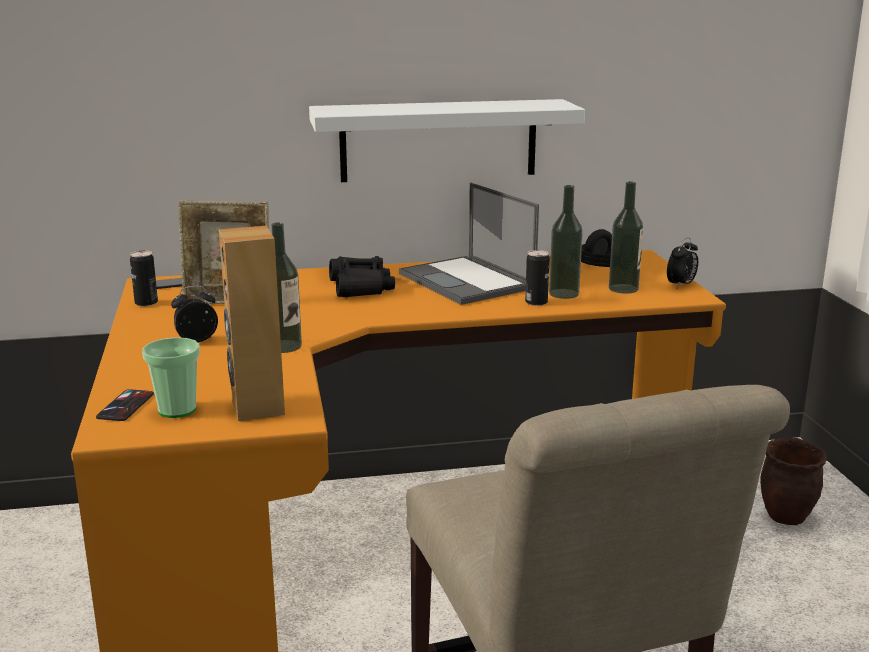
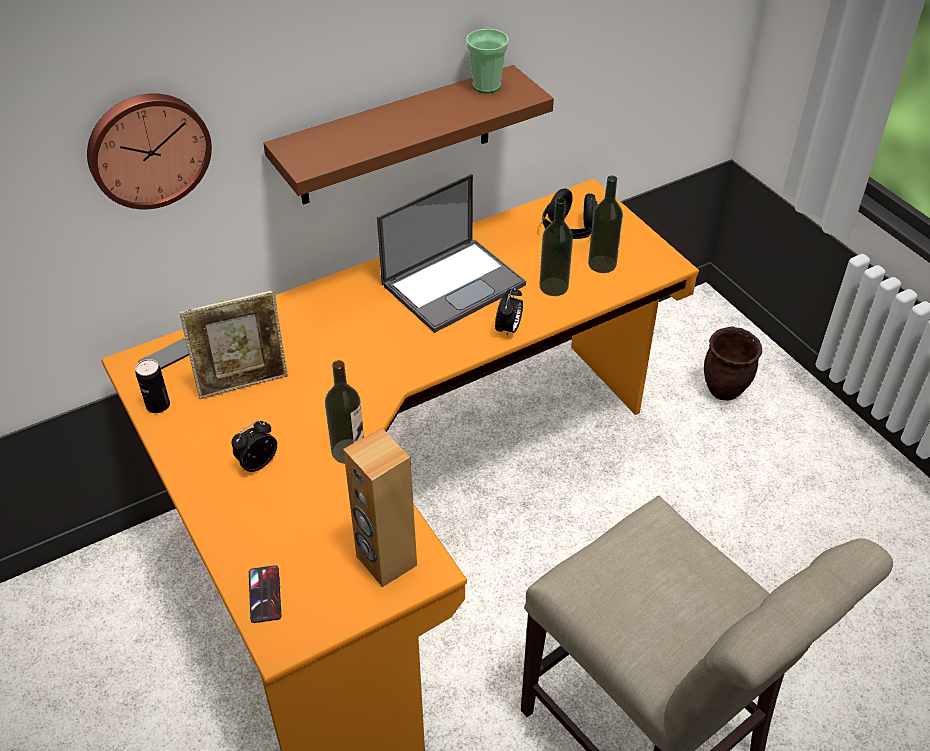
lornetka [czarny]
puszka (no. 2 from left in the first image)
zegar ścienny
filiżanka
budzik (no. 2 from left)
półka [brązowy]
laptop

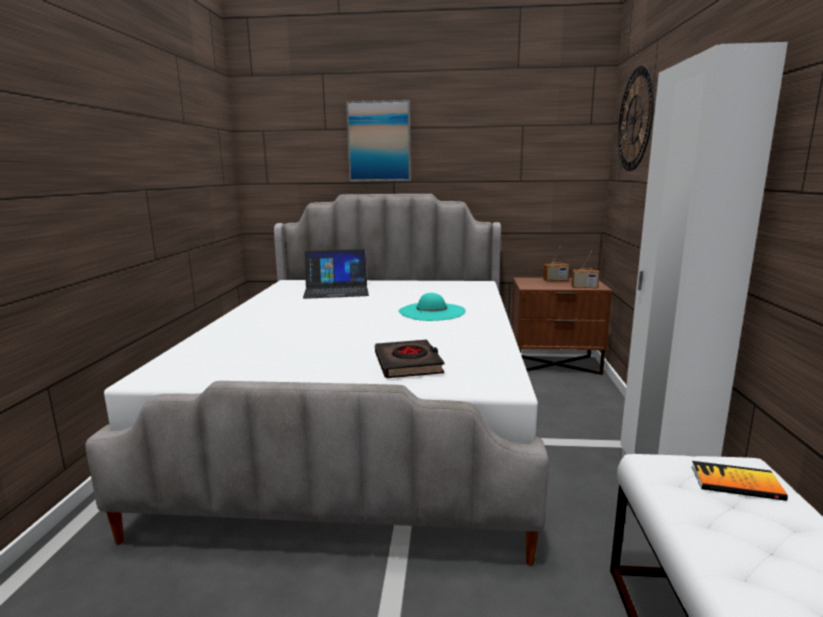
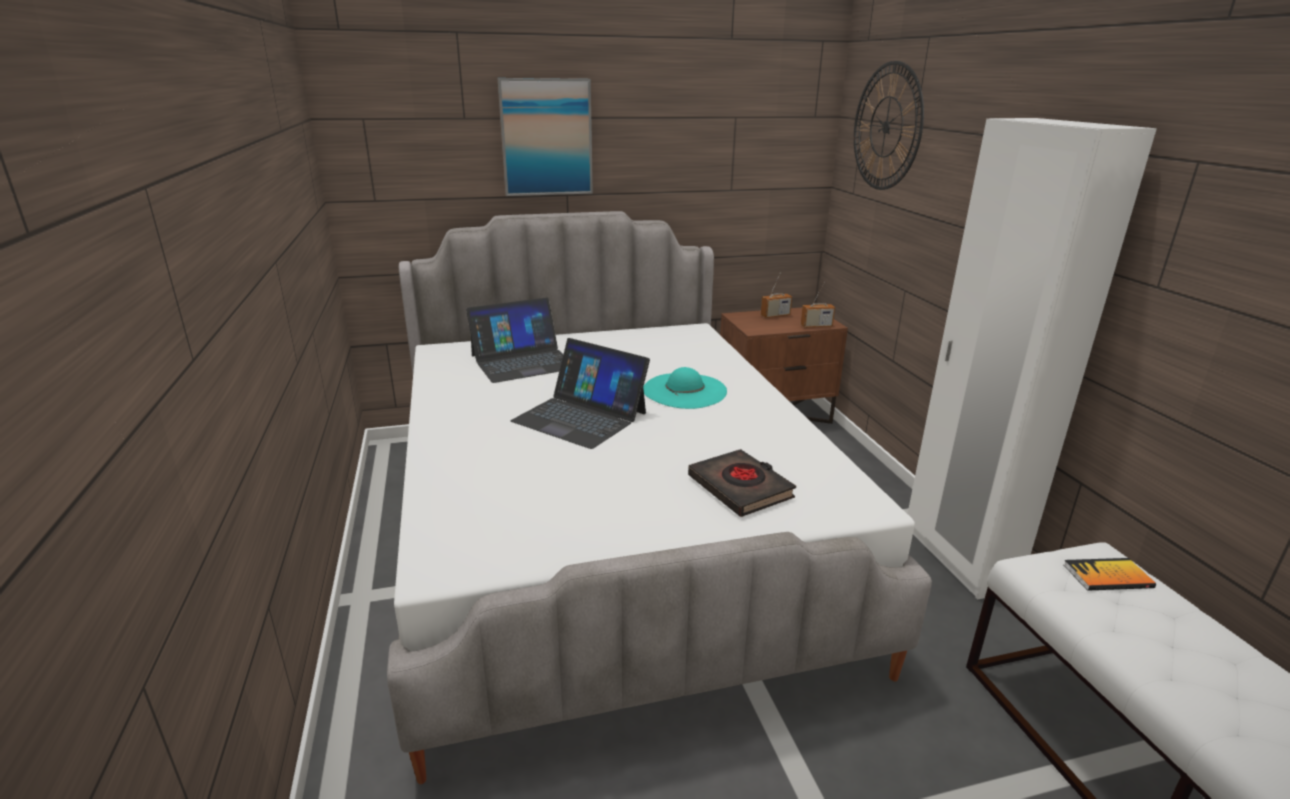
laptop (no. 2 from left)

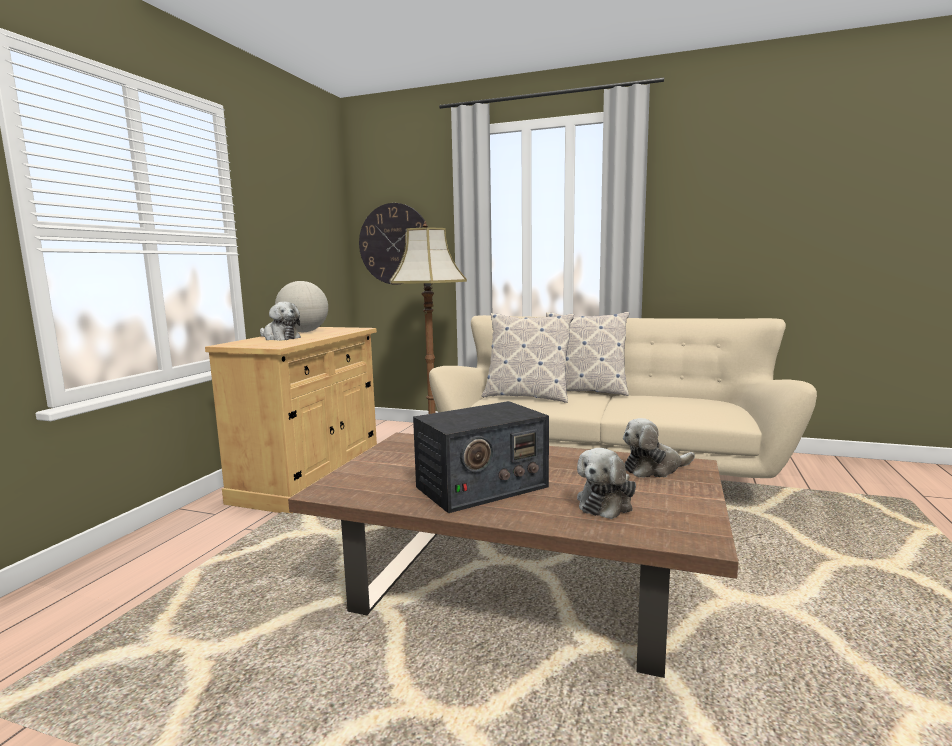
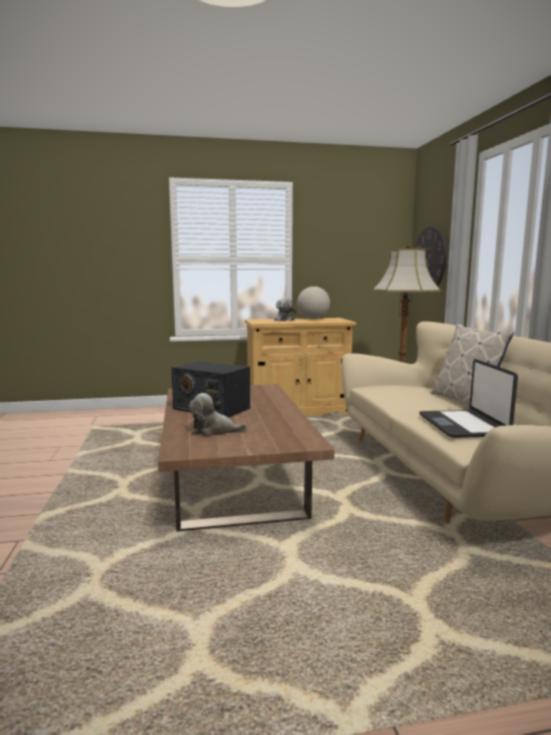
poduszka (no. 1 from left in the first image)
pluszak (no. 3 from left in the first image)
laptop

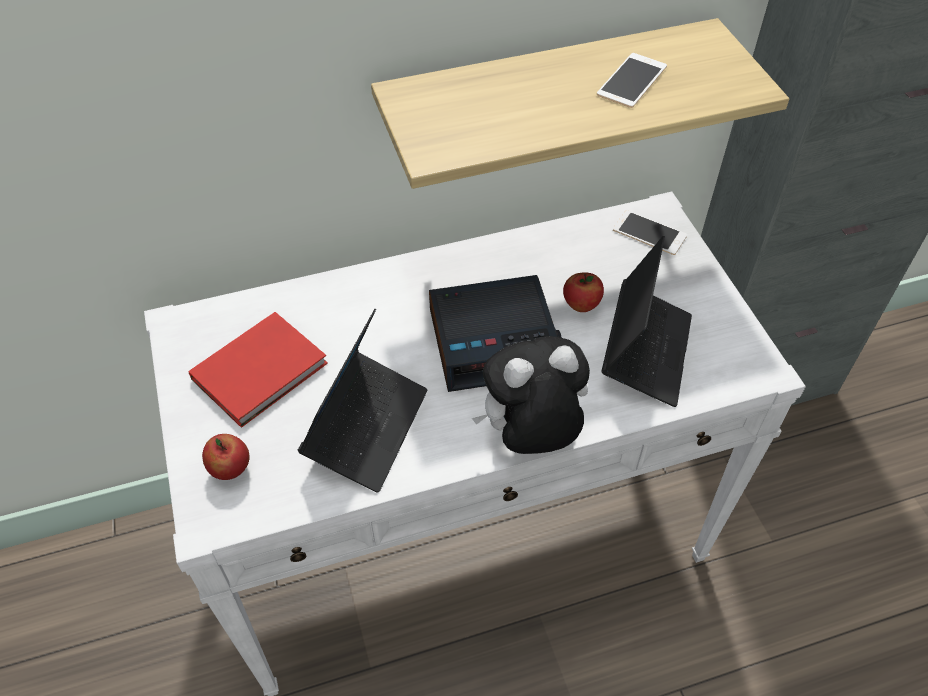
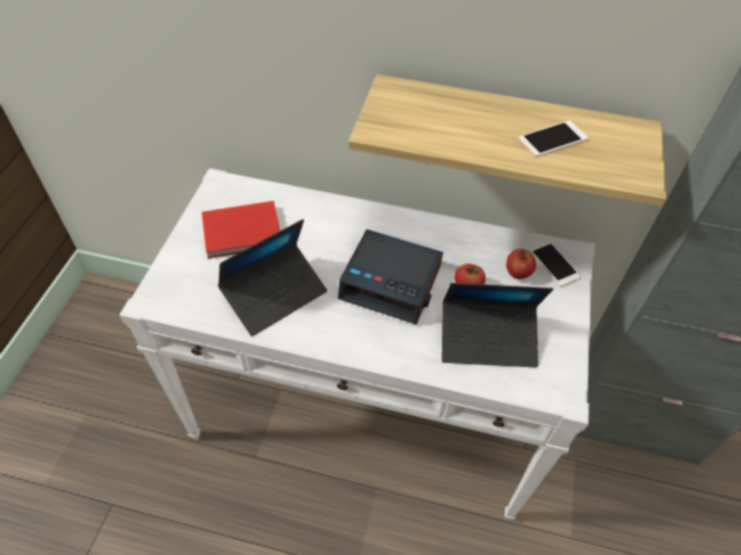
pluszak
jabłko (no. 2 from left)
laptop (no. 2 from left)

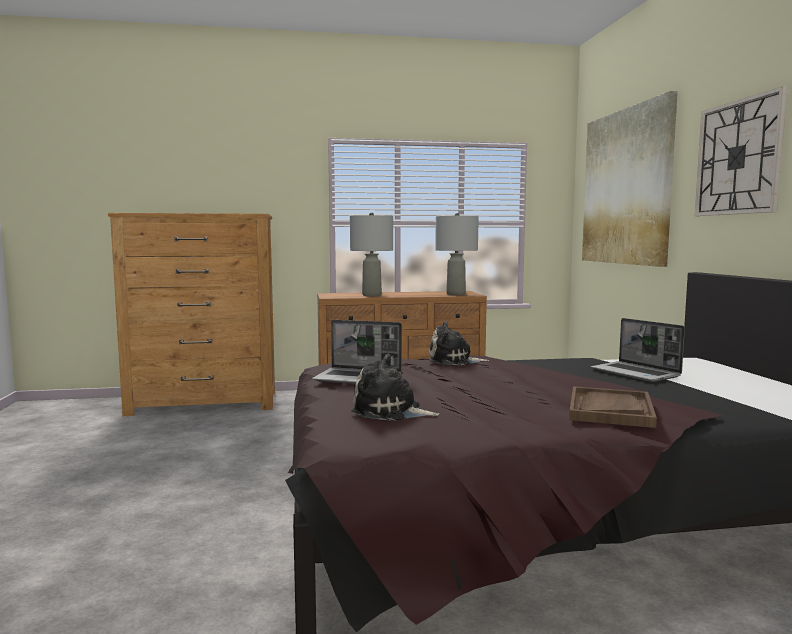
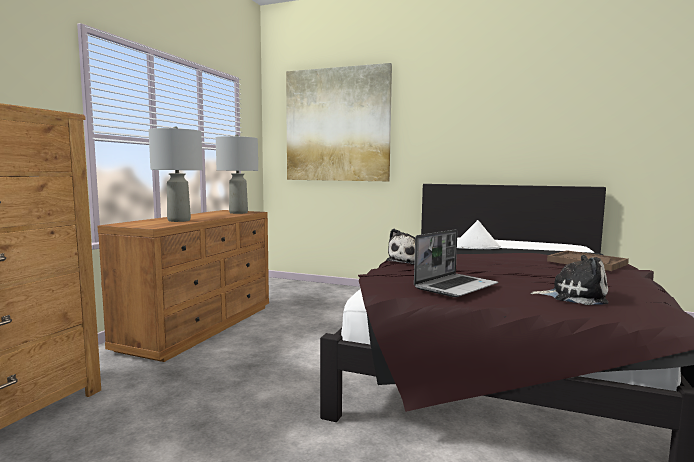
zegar ścienny
kapelusz [biały]
pluszak (no. 2 from left)

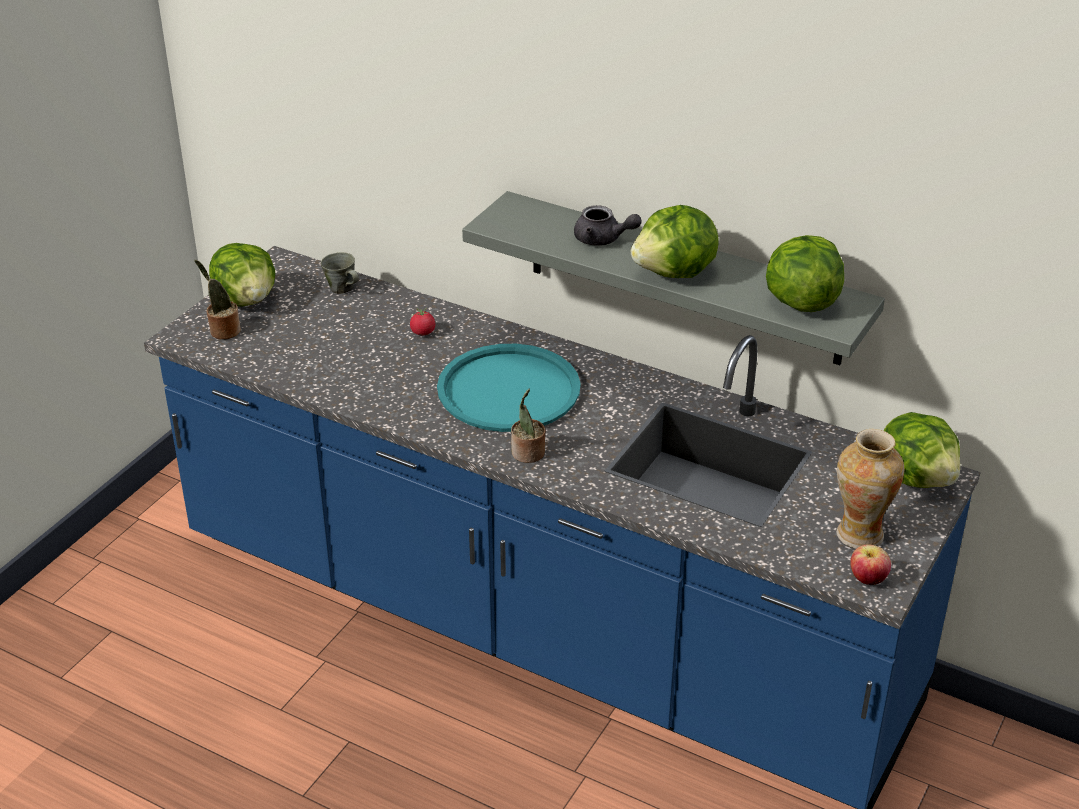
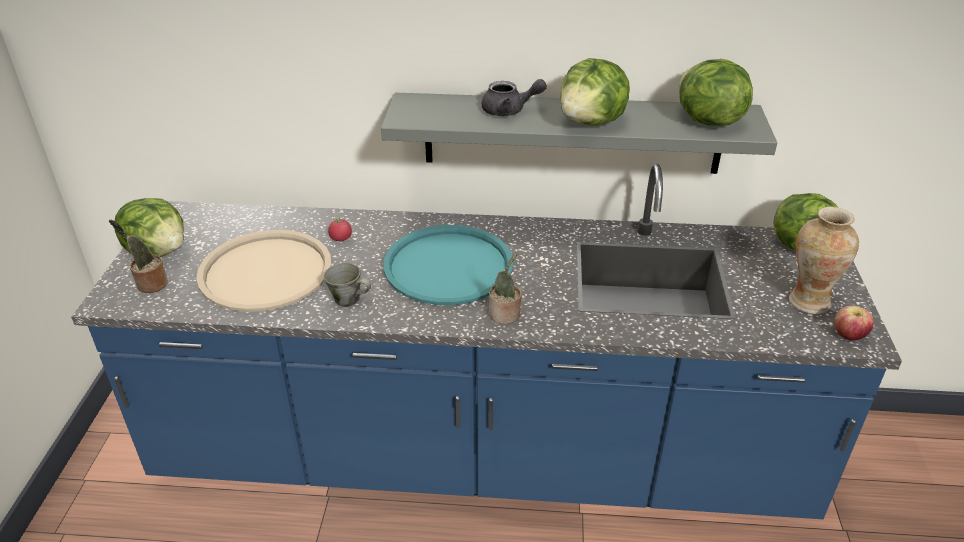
taca [beżowy]
kubek [szary]

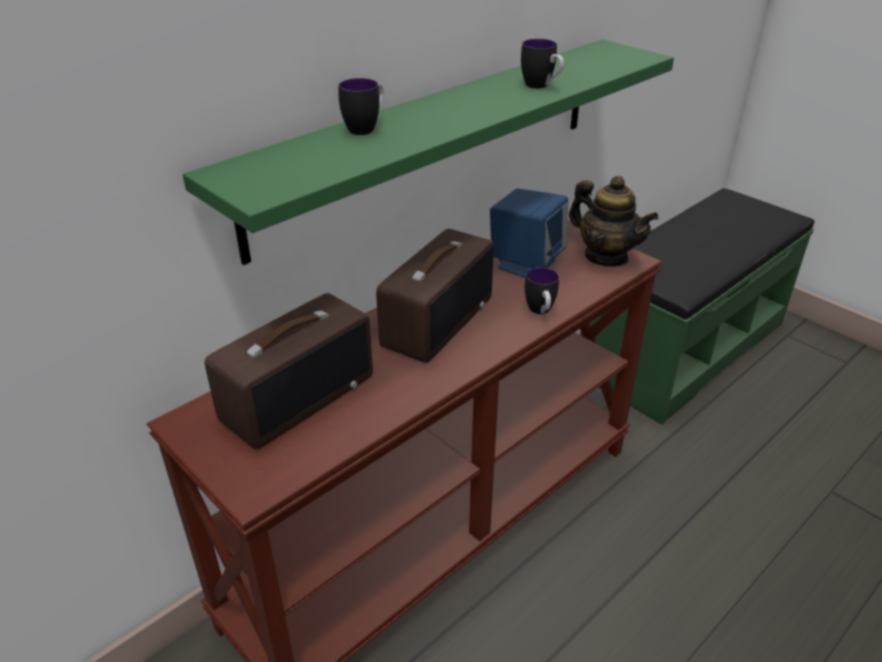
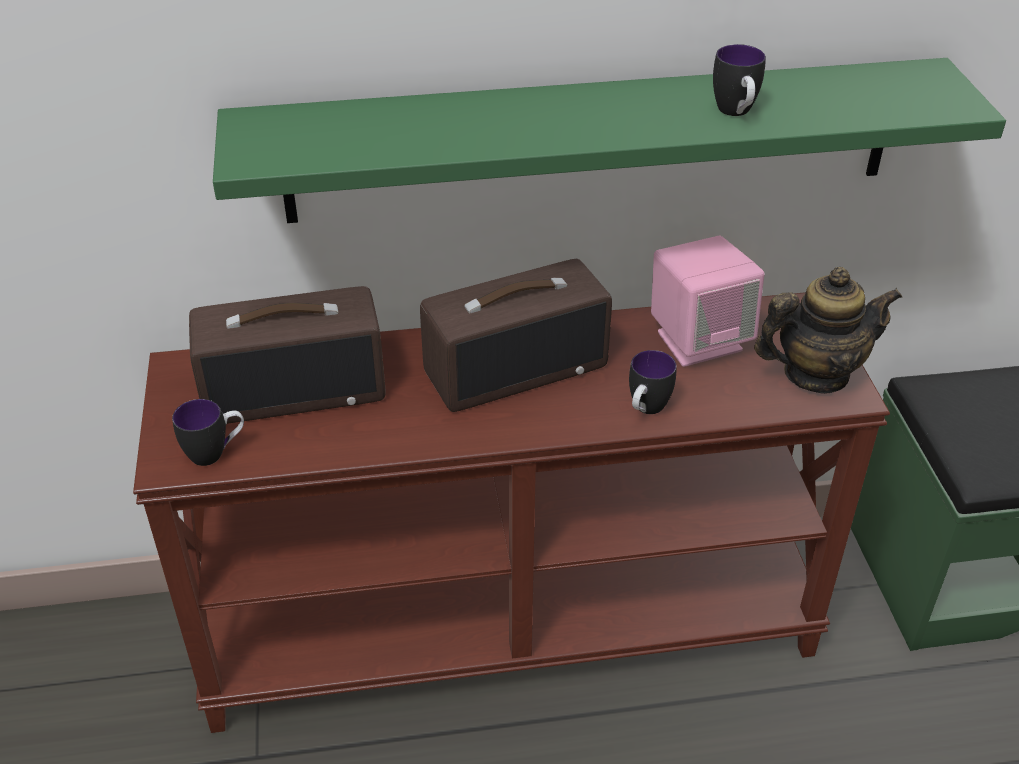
kubek (no. 1 from left)
głośnik [różowy]
imbryk

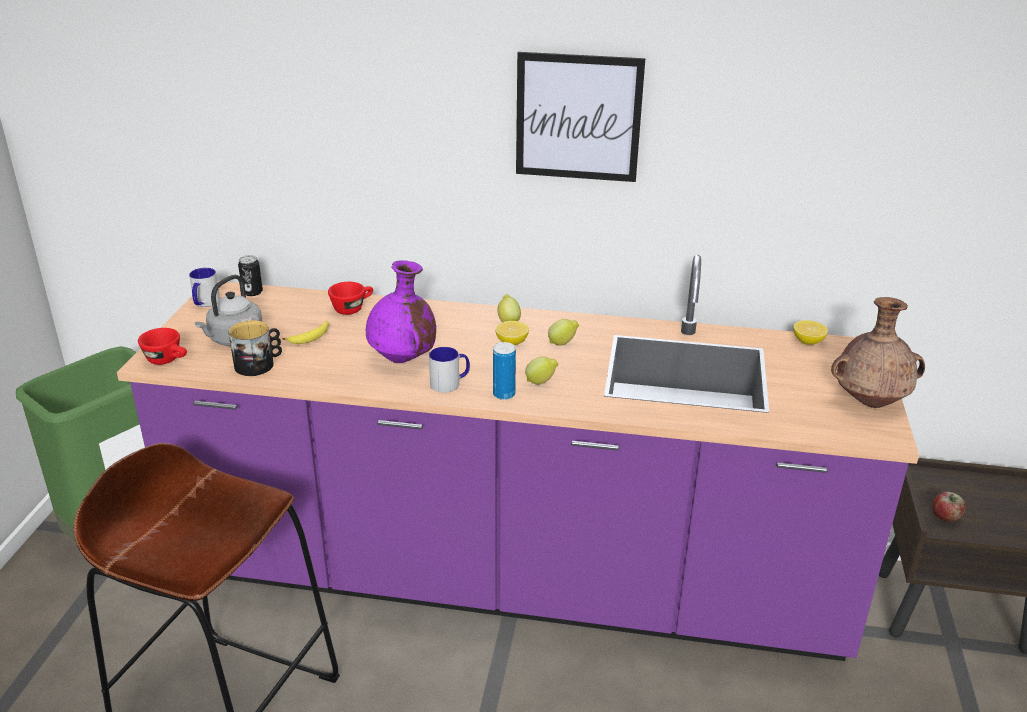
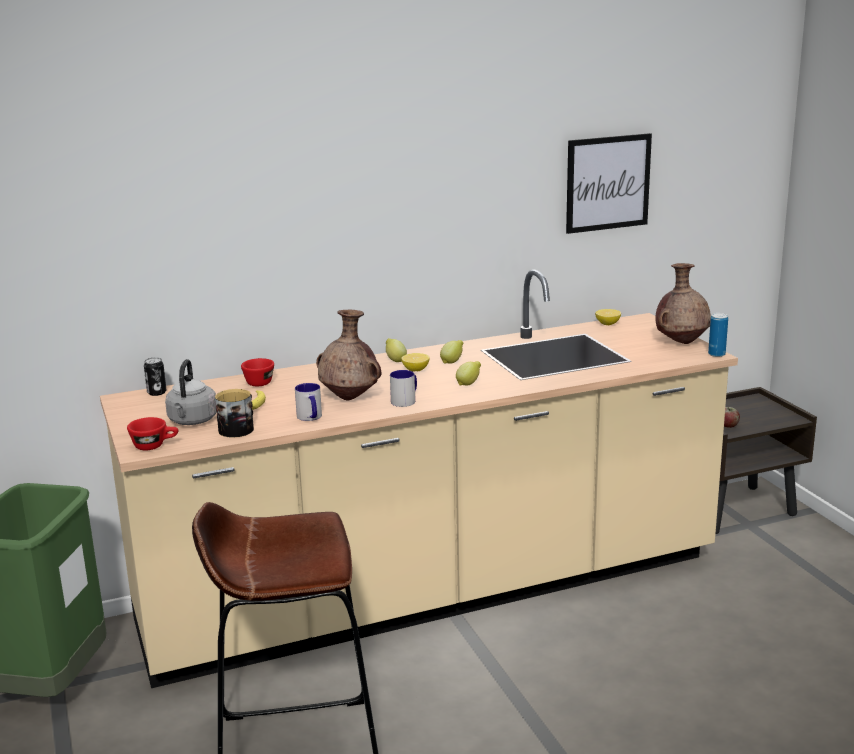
kubek (no. 2 from left)
puszka (no. 2 from left)
obraz
zabudowa kuchenna [beżowy]
wazon [brązowy] (no. 1 from left)

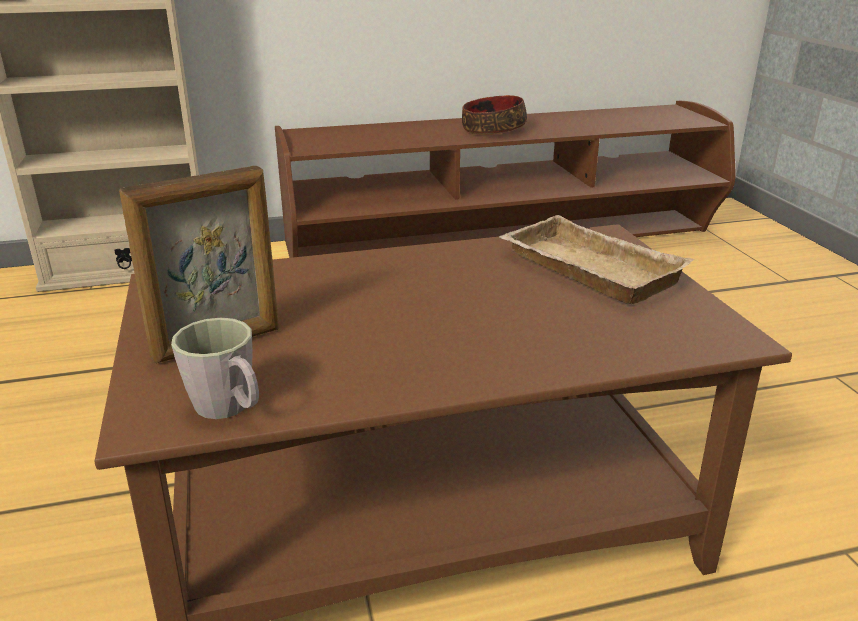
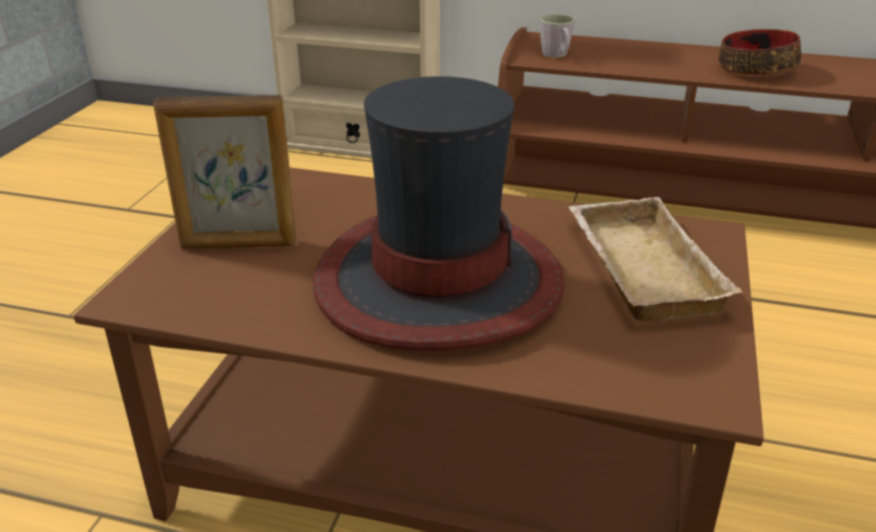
kapelusz
kubek [szary]

